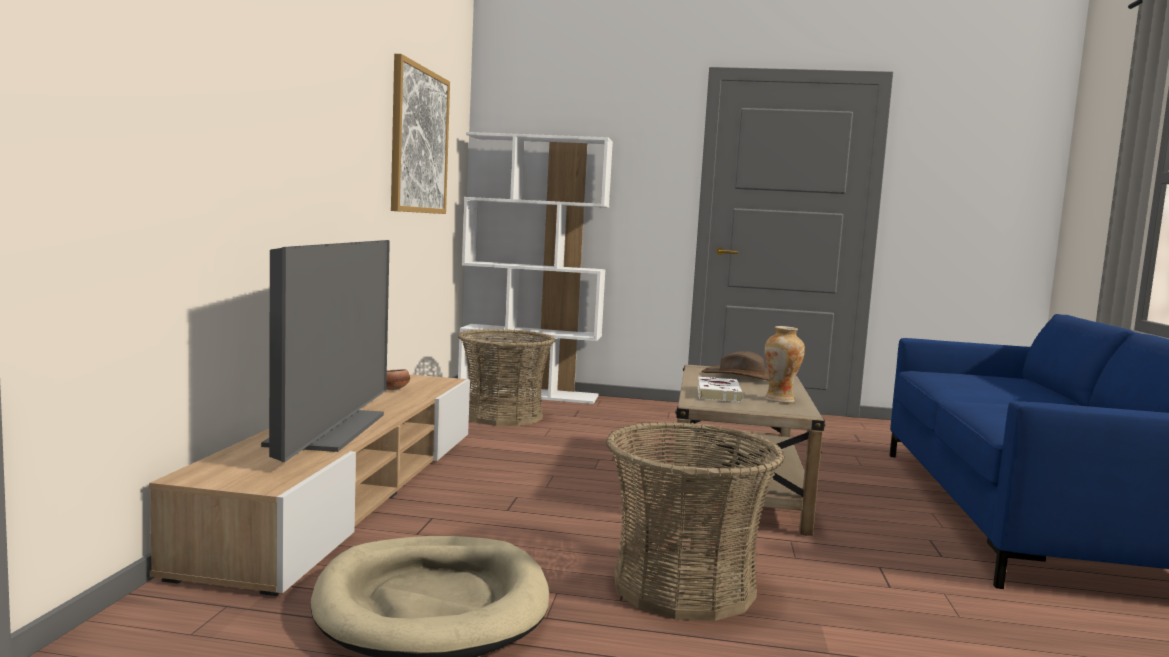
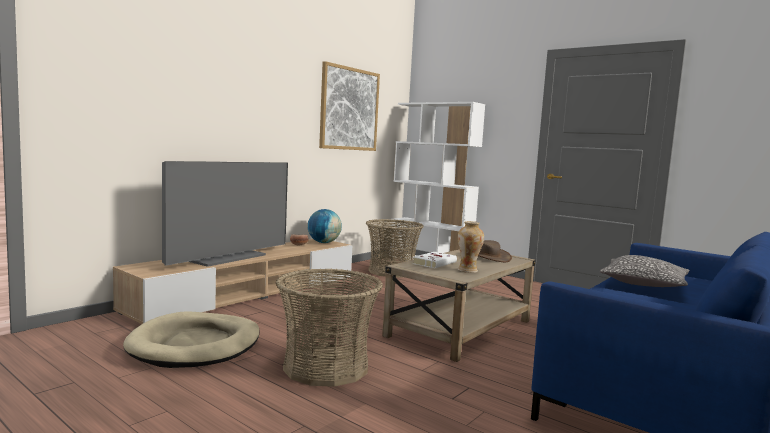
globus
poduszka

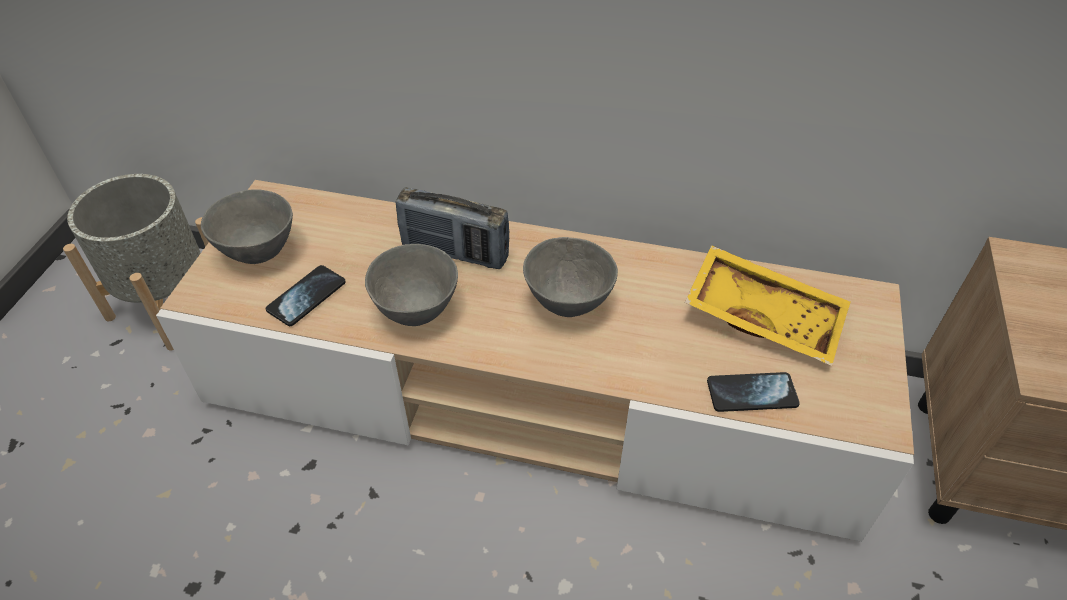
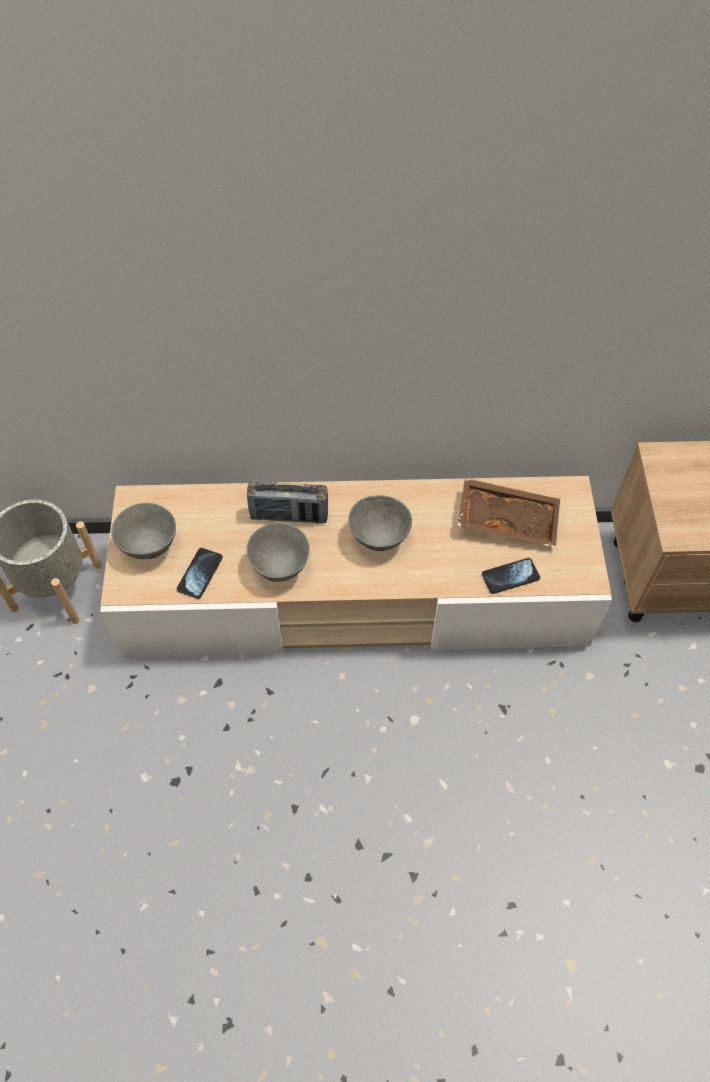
taca [brązowy]

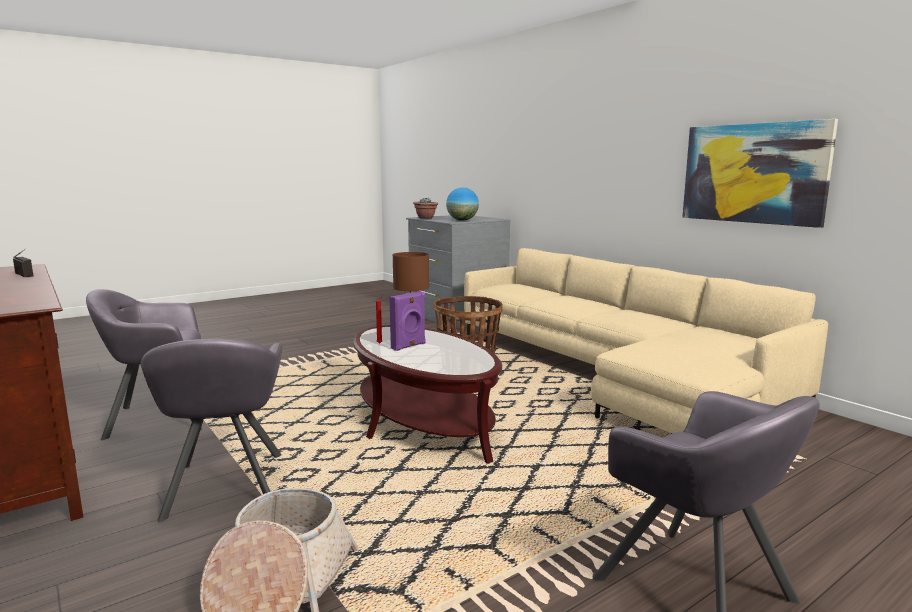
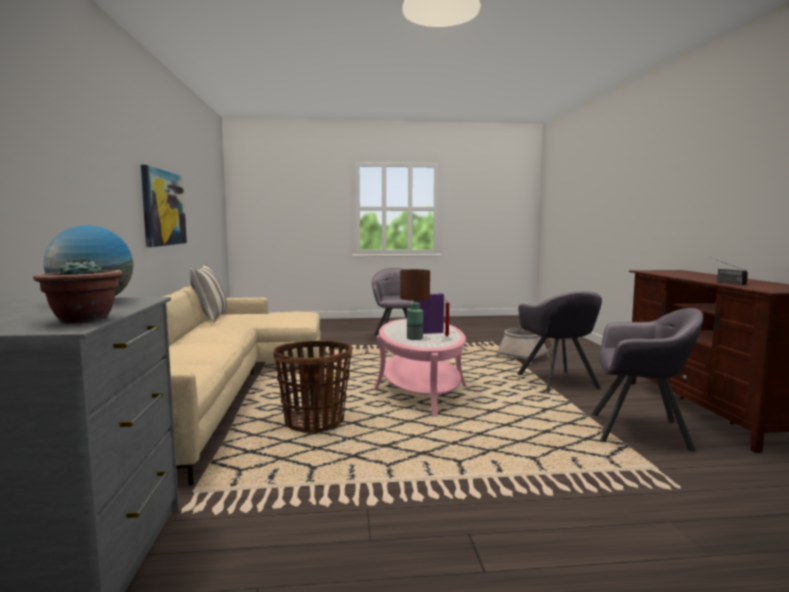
poduszka
ława [różowy]
fotel [szary] (no. 2 from left)

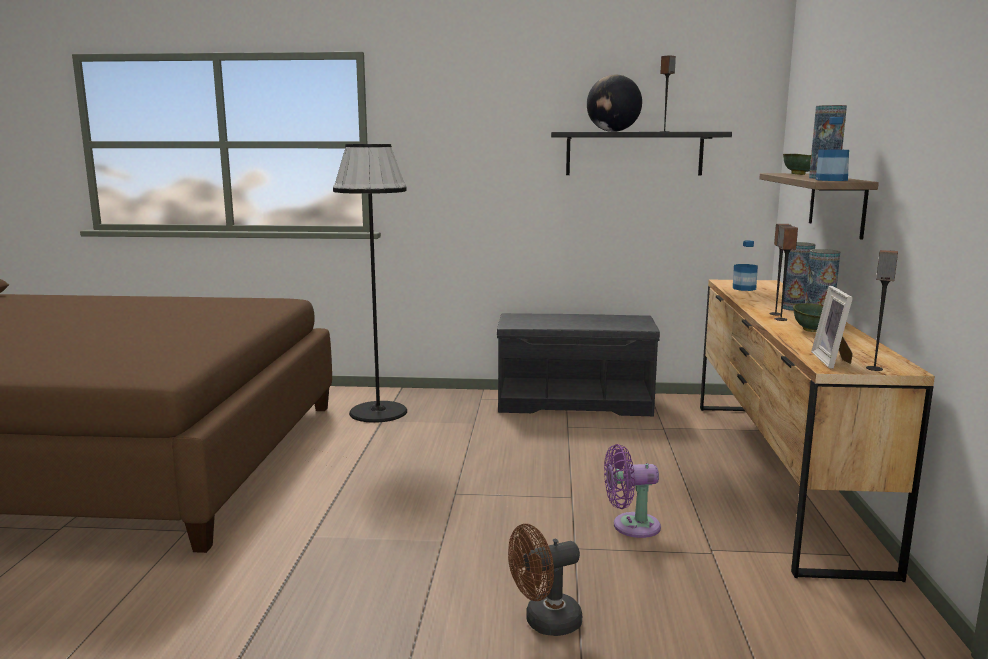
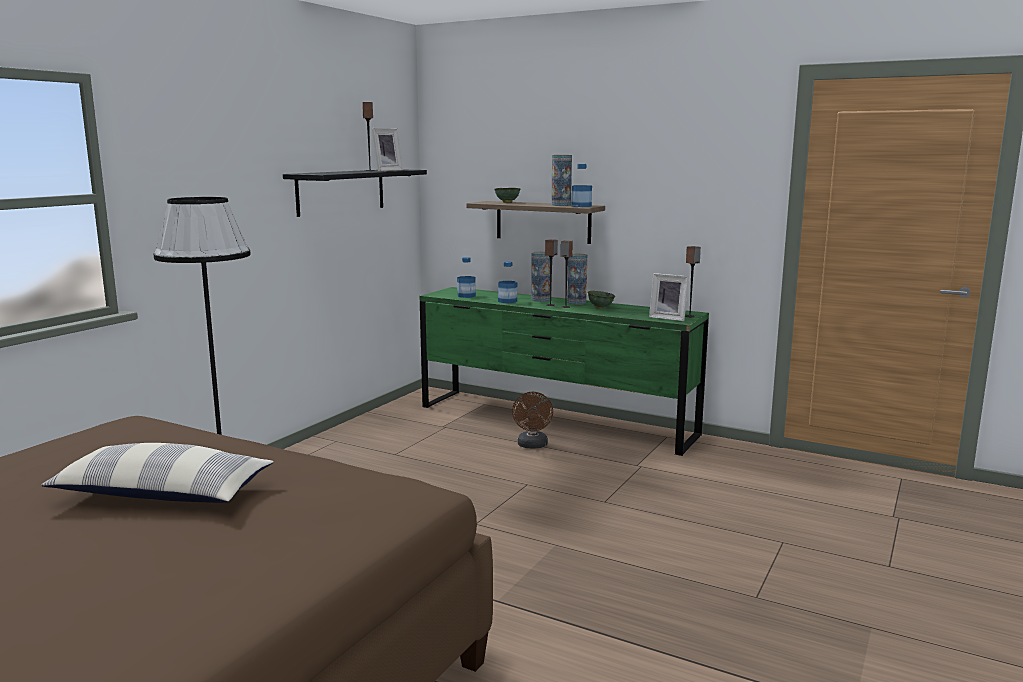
ławka [szary]
globus
wentylator [fioletowy]
poduszka
ramka na zdjęcie (no. 1 from left)
butelka (no. 2 from left)
wentylator [brązowy]
komoda [zielony]

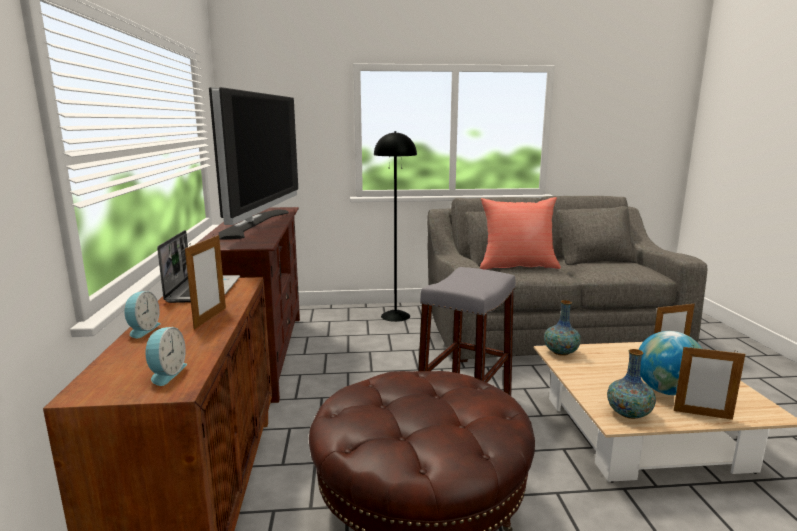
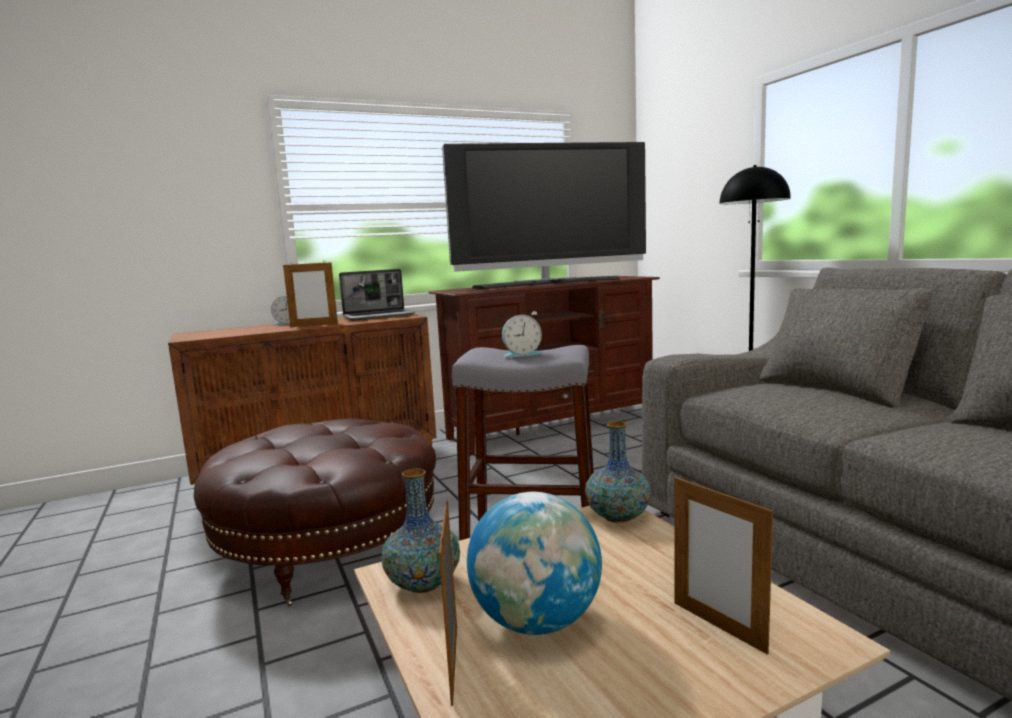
poduszka [czerwony]
budzik (no. 2 from left)

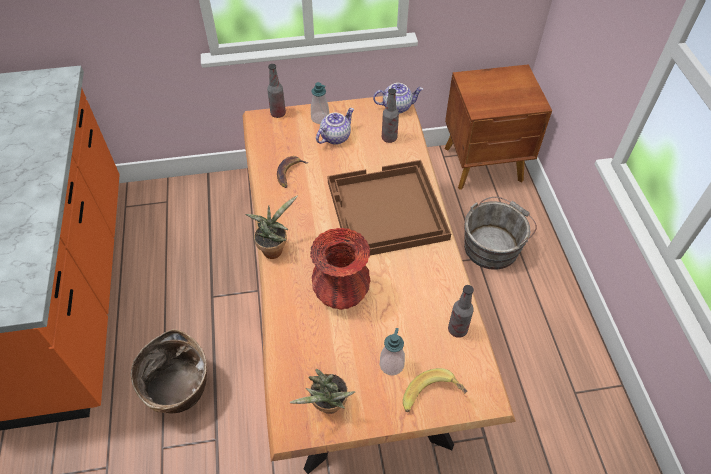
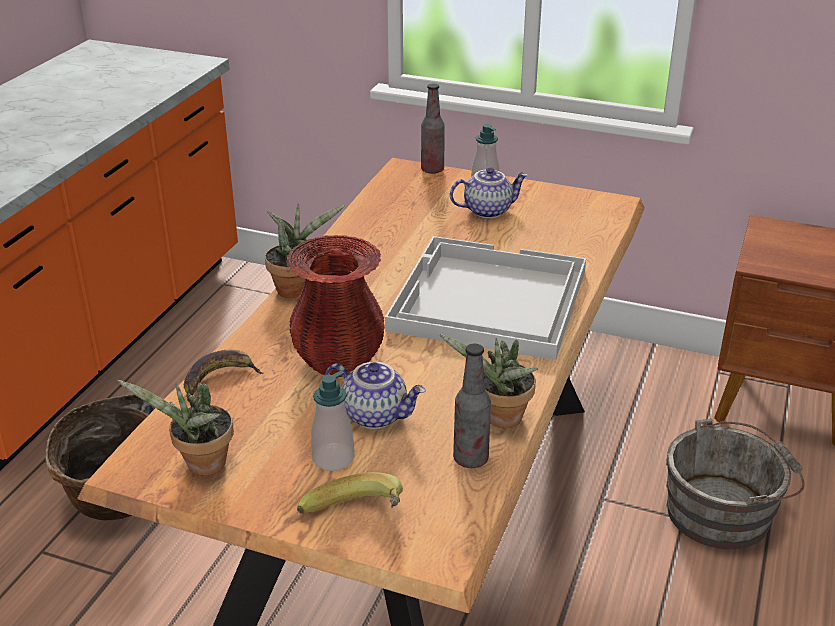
butelka (no. 2 from left in the first image)
roślina doniczkowa (no. 3 from left)
banan (no. 1 from left)
imbryk (no. 1 from left)
taca [biały]

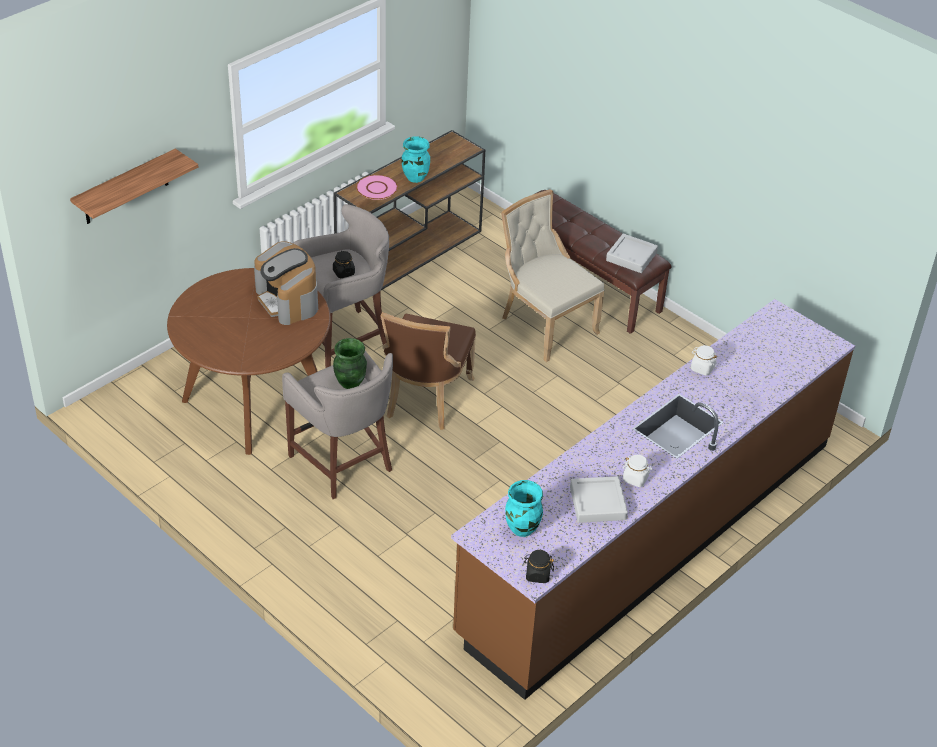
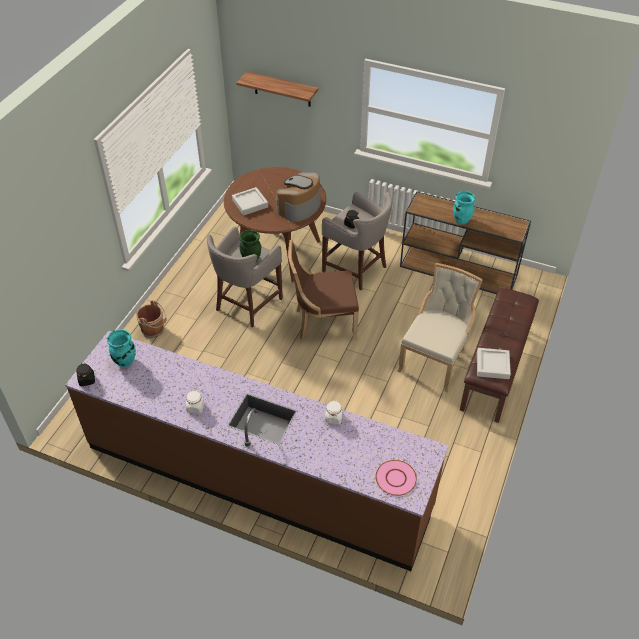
wiadro [brązowy]
talerz [różowy]
taca [szary] (no. 1 from left)

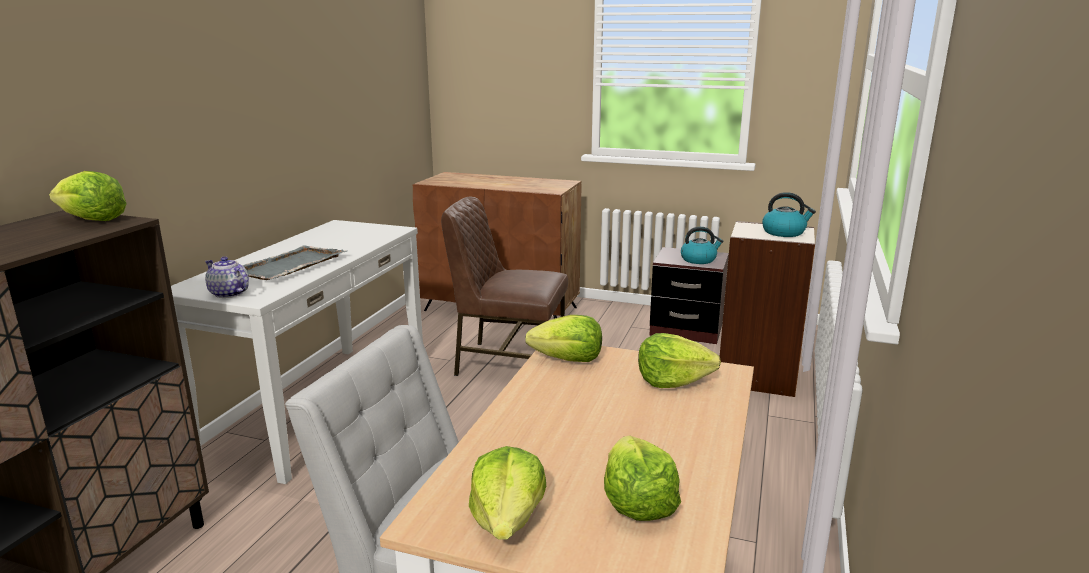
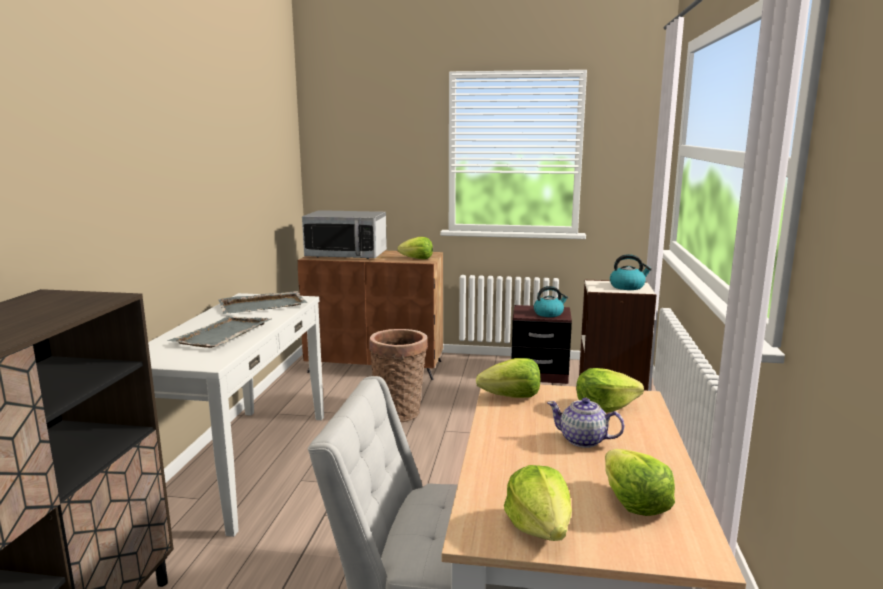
taca [szary] (no. 2 from left)
mikrofalówka
sałata (no. 1 from left)
imbryk
koszyk

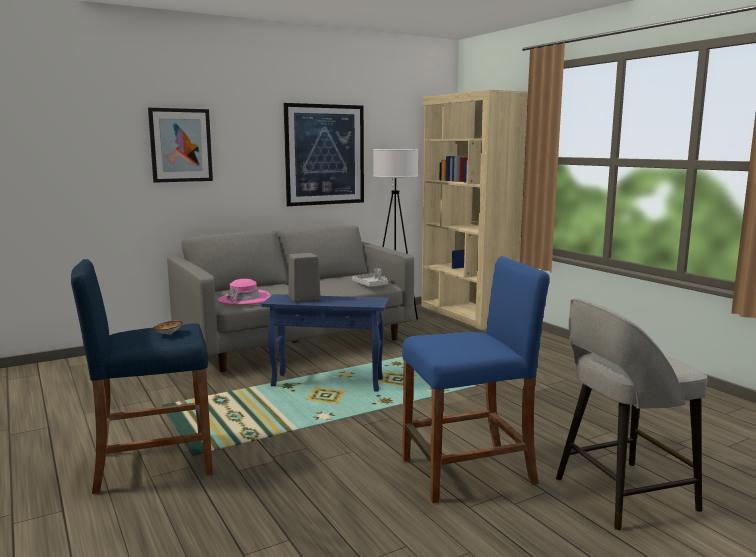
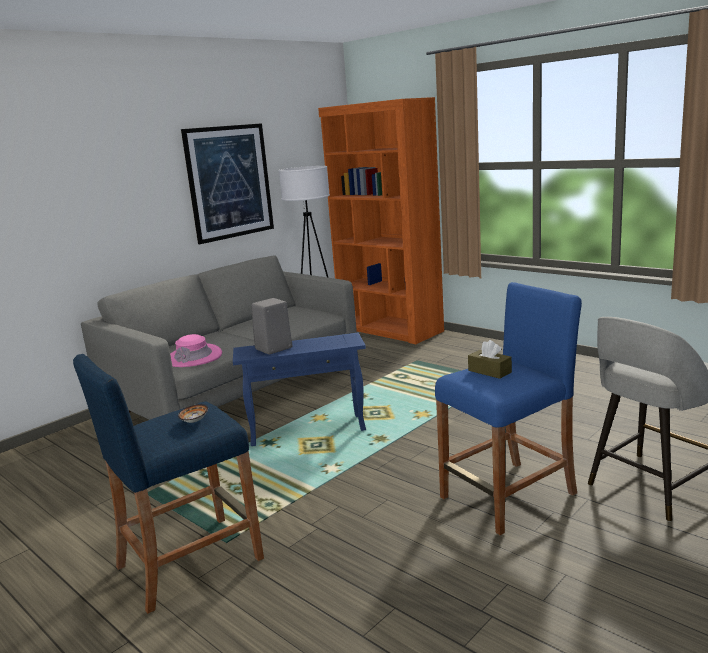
obraz (no. 1 from left in the first image)
taca [szary]
pudełko chusteczek [brązowy]
regał [pomarańczowy]

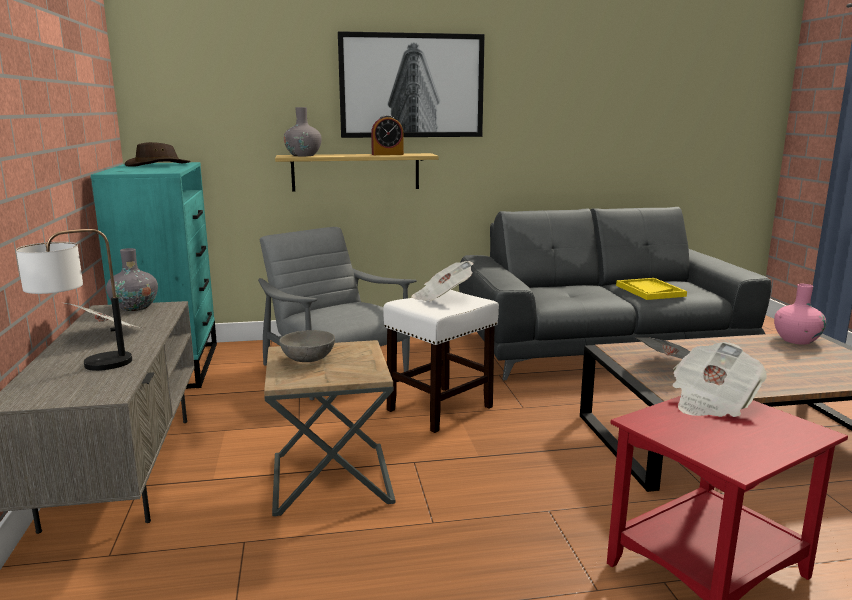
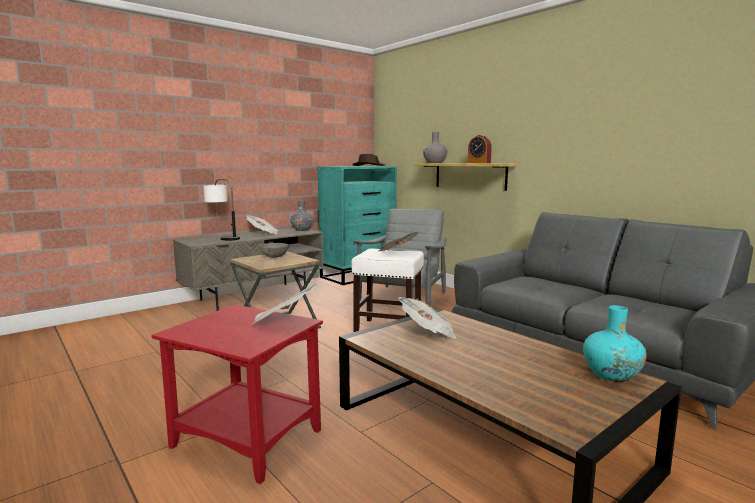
obraz
taca [żółty]
wazon [turkusowy]

